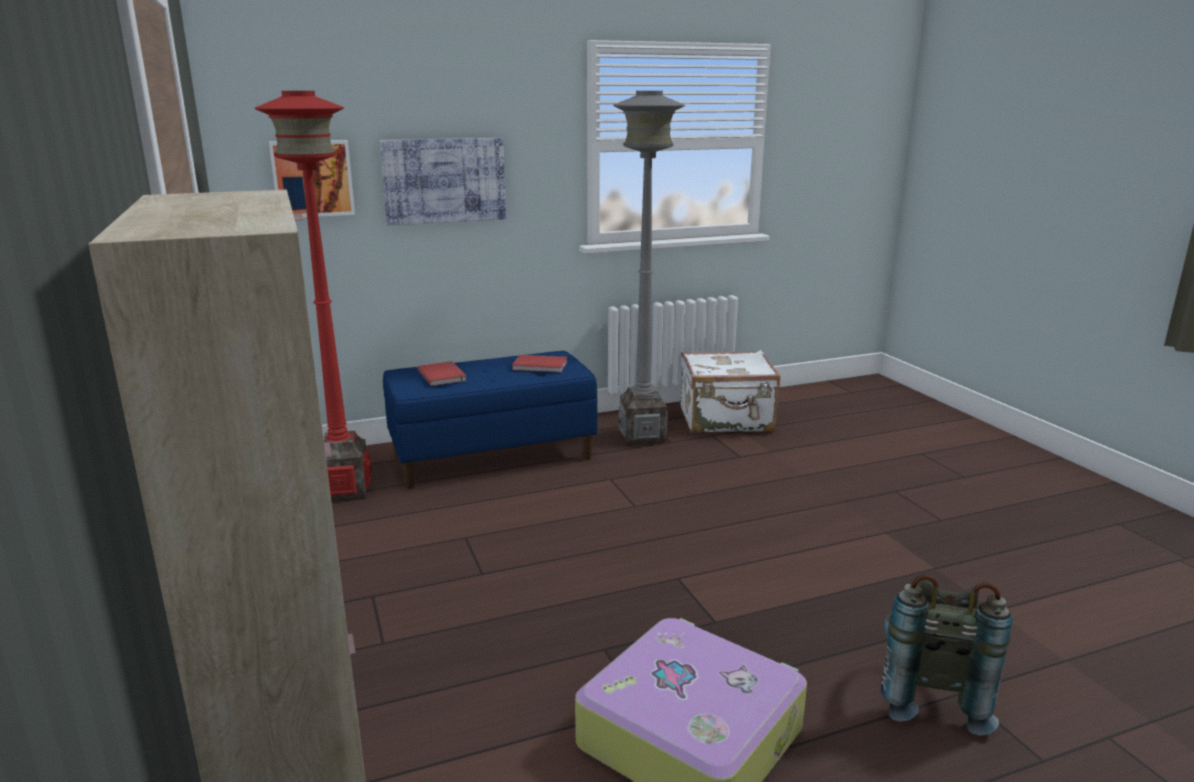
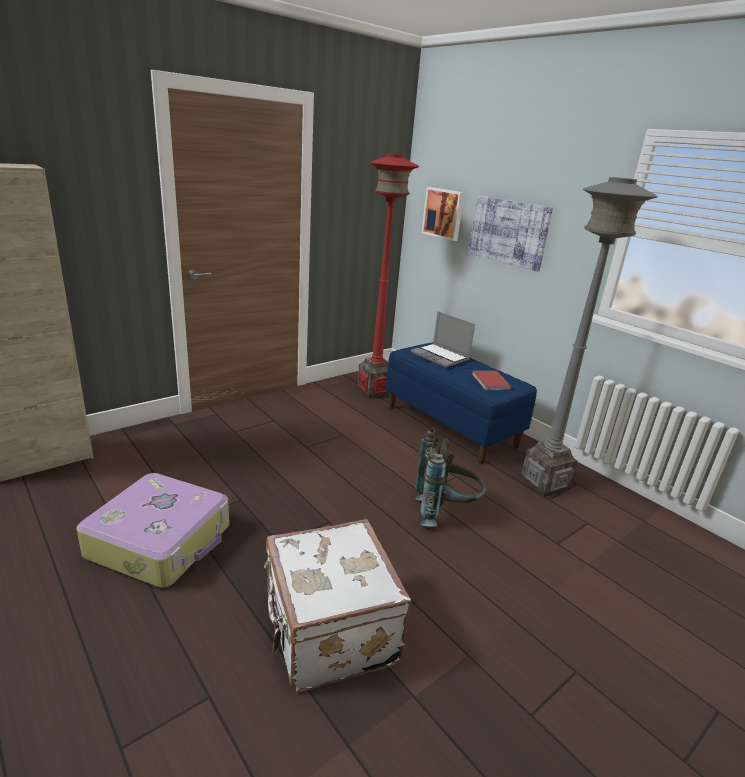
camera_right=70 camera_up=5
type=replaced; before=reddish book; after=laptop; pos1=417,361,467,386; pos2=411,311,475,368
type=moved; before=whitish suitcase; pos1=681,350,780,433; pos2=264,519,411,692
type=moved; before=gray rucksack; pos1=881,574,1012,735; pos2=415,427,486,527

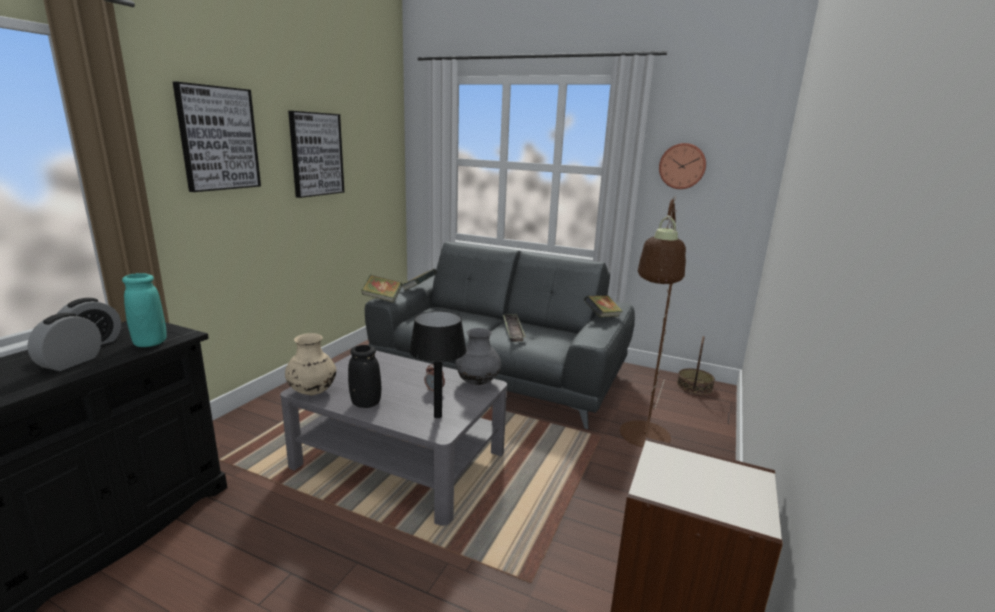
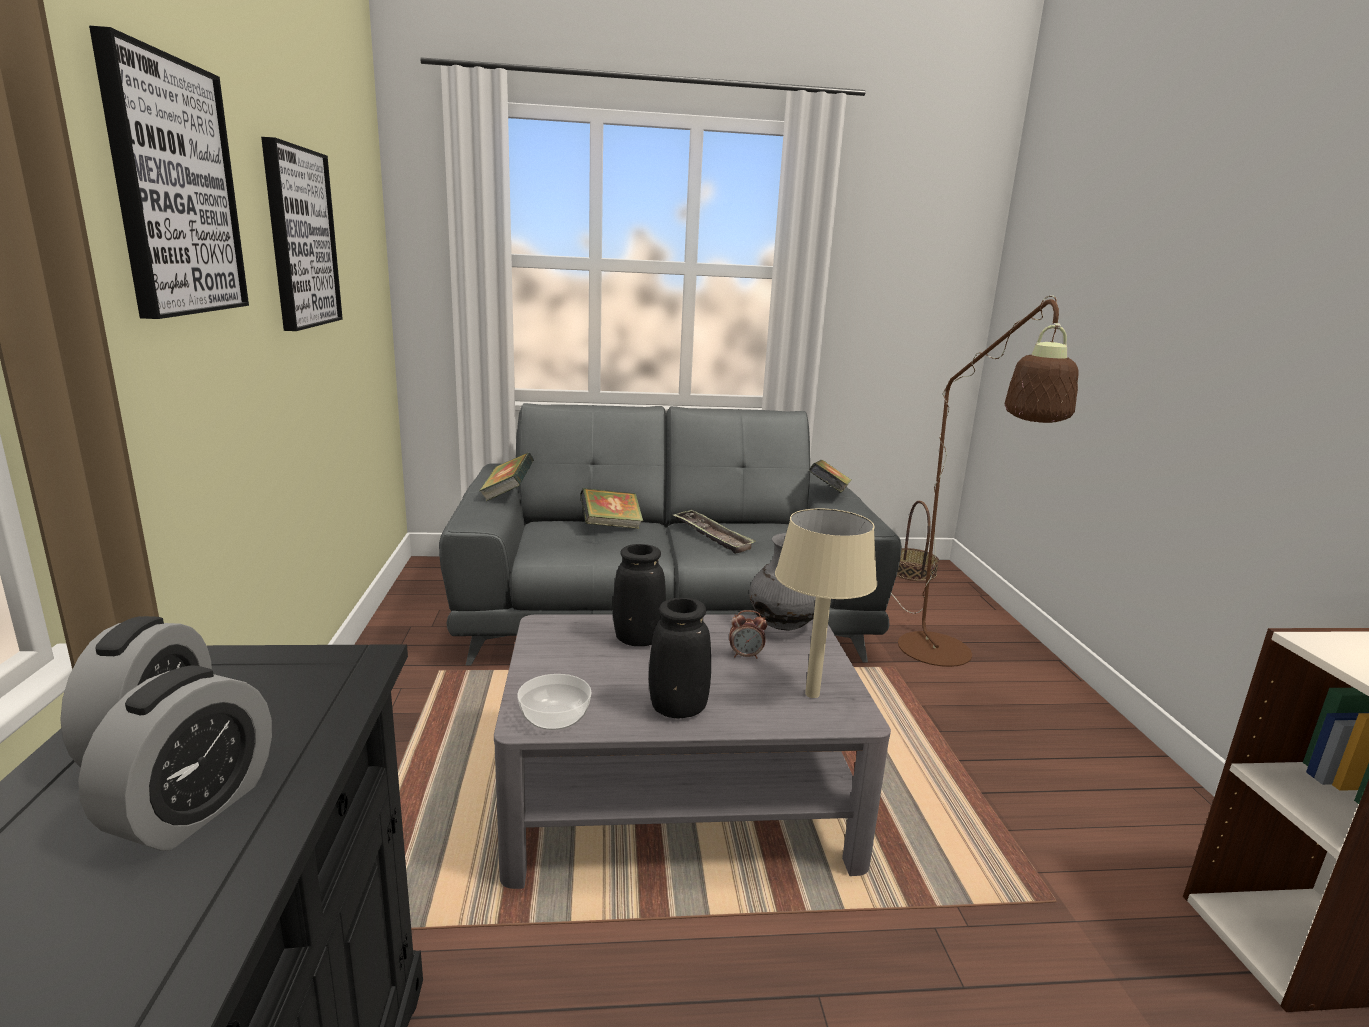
camera_right=-30 camera_up=0
type=turned; before=table clock; pos1=27,313,102,371; pos2=78,665,272,851; turn=-150
type=removed; before=turquoise vase; pos1=122,273,167,347
type=replaced; before=beige vase; after=serving bowl; pos1=285,333,336,395; pos2=517,674,592,730
type=moved; before=book; pos1=361,275,402,303; pos2=580,488,643,529
type=recoloured; before=blackish table lamp; after=beige table lamp; pos1=409,311,467,418; pos2=775,509,877,698
type=removed; before=wall clock; pos1=659,143,706,189
type=added; after=blackish vase; pos2=613,544,666,646

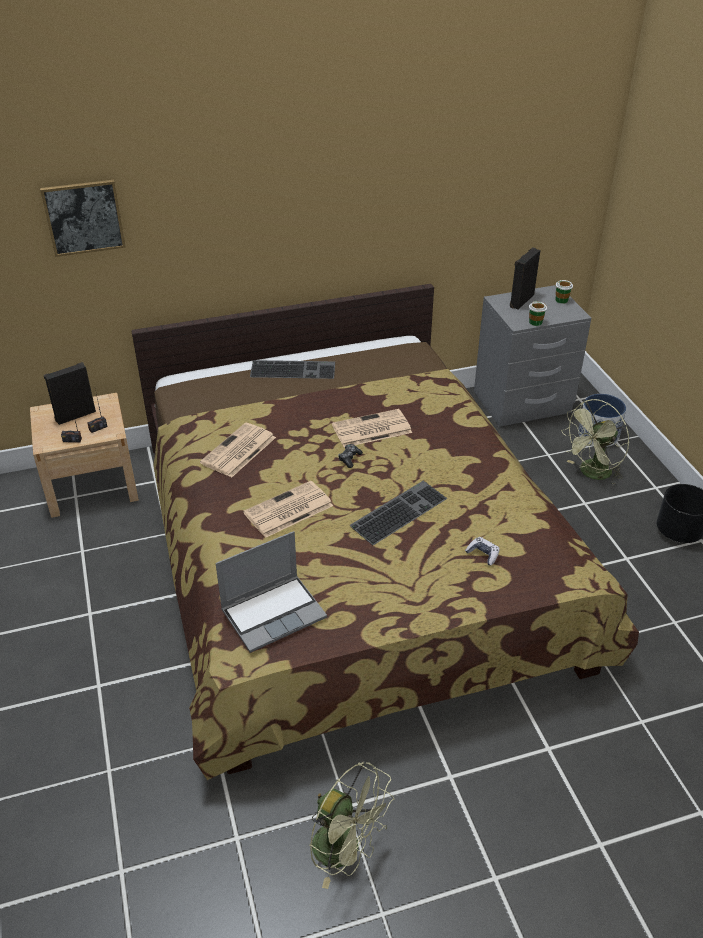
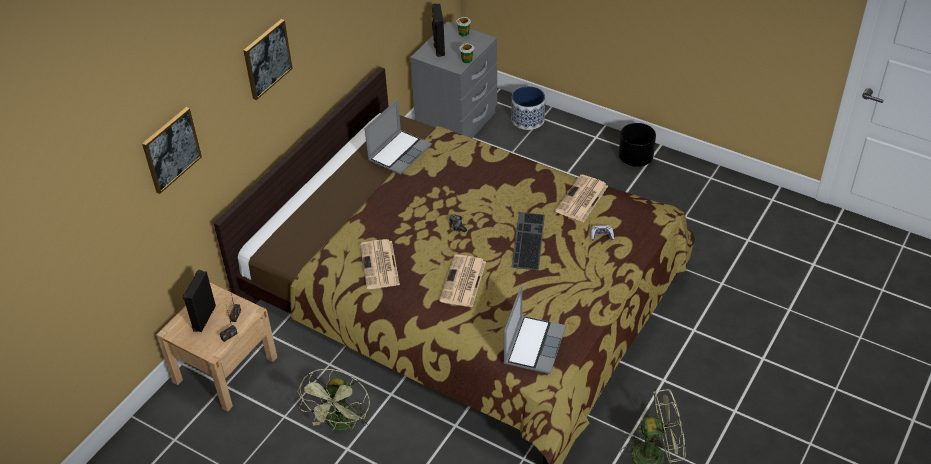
camera_right=-40 camera_up=5
type=removed; before=keyboard; pos1=250,360,335,379
type=moved; before=newspaper; pos1=332,409,412,448; pos2=555,175,608,222
type=moved; before=greenish cooling fan; pos1=561,399,629,484; pos2=297,369,370,431
type=added; after=wall picture; pos2=243,19,293,100
type=added; after=laptop; pos2=365,99,432,175

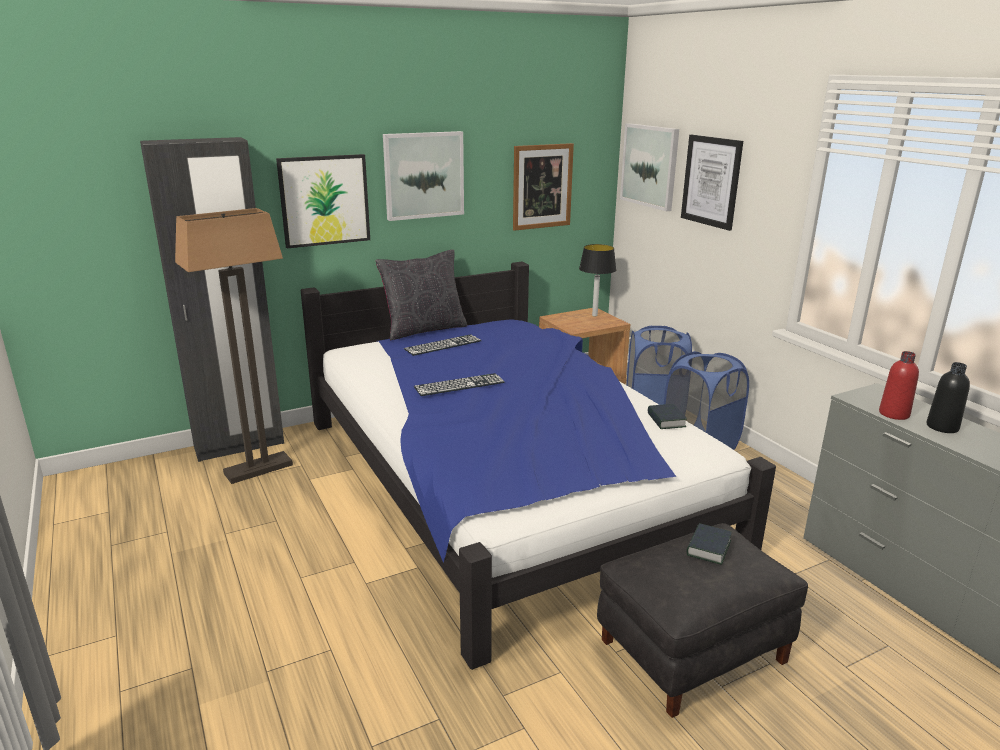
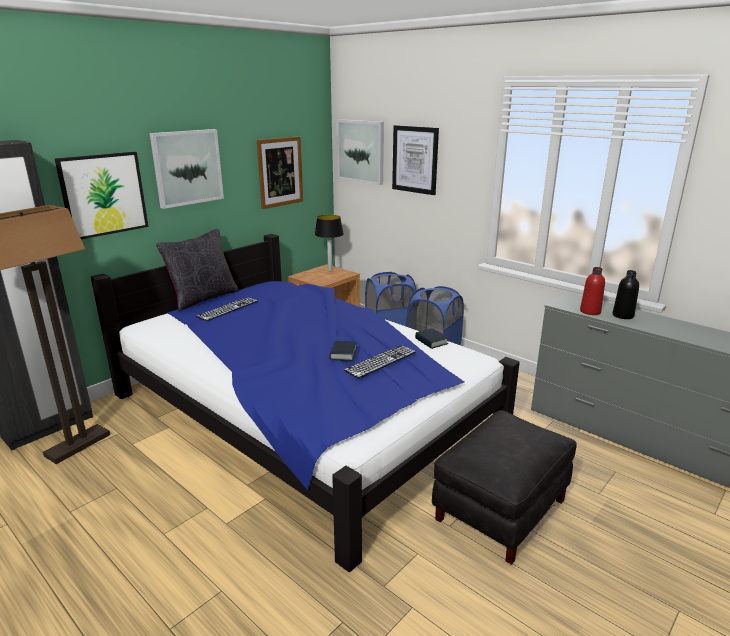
camera_right=-20 camera_up=0
type=moved; before=keyboard; pos1=414,373,505,396; pos2=344,345,416,379
type=moved; before=book; pos1=687,523,732,565; pos2=329,341,357,361

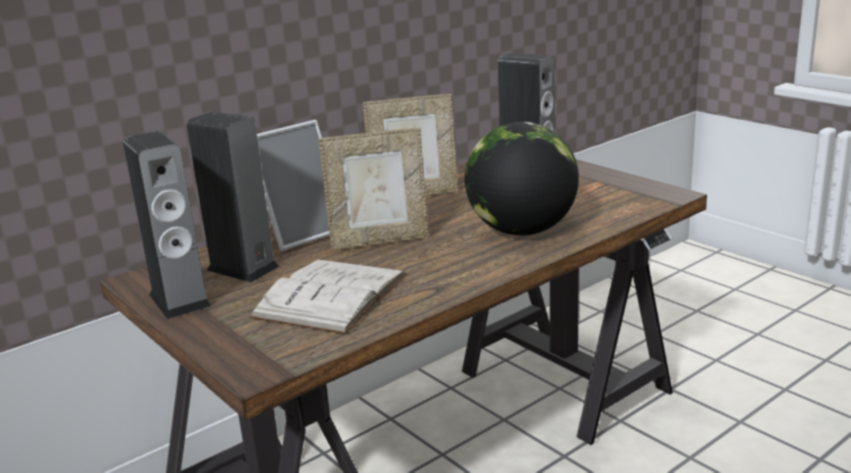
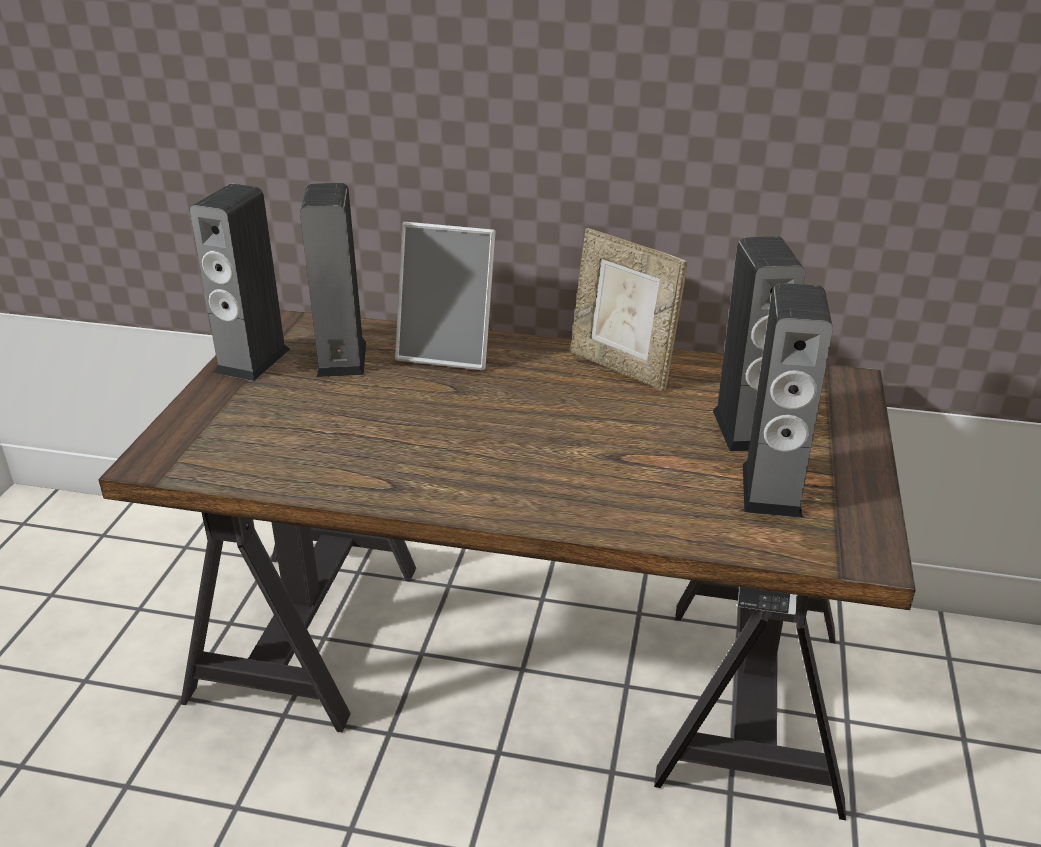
camera_right=50 camera_up=10
type=removed; before=whitish book; pos1=249,259,407,334
type=removed; before=picture frame; pos1=319,128,429,250
type=removed; before=world globe; pos1=465,122,579,236
type=added; after=speaker; pos2=743,283,833,518

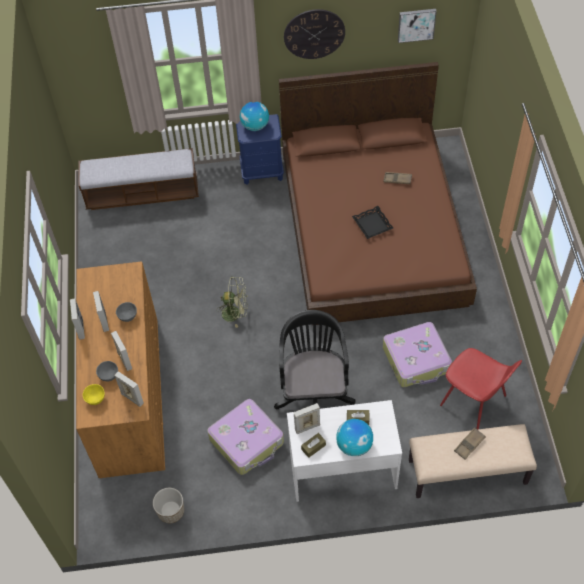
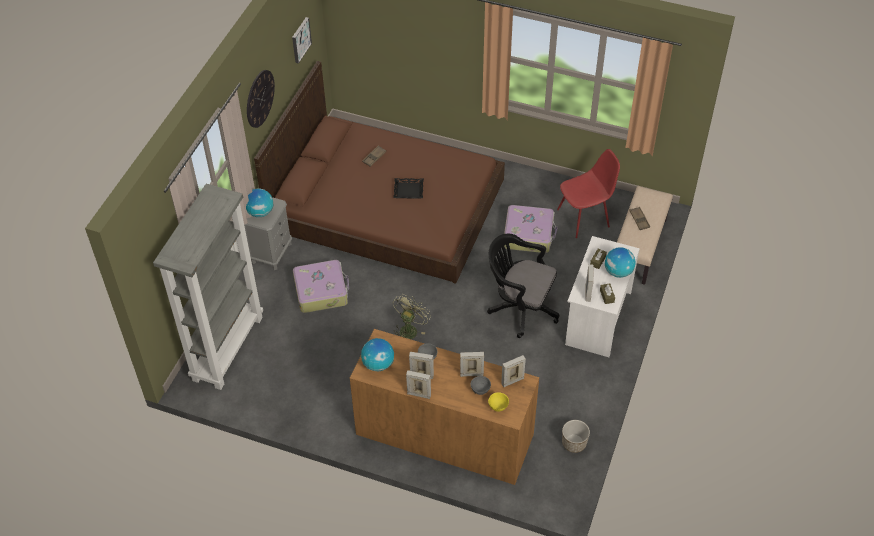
camera_right=-65 camera_up=-5
type=replaced; before=indoor bench; after=gray shelving unit; pos1=79,148,199,210; pos2=153,184,263,390
type=moved; before=suitcase; pos1=208,399,284,475; pos2=293,260,349,313
type=recoloured; before=bluish nightstand; after=gray nightstand; pos1=236,114,284,185; pos2=244,197,292,270
type=added; after=world globe; pos2=361,338,394,371

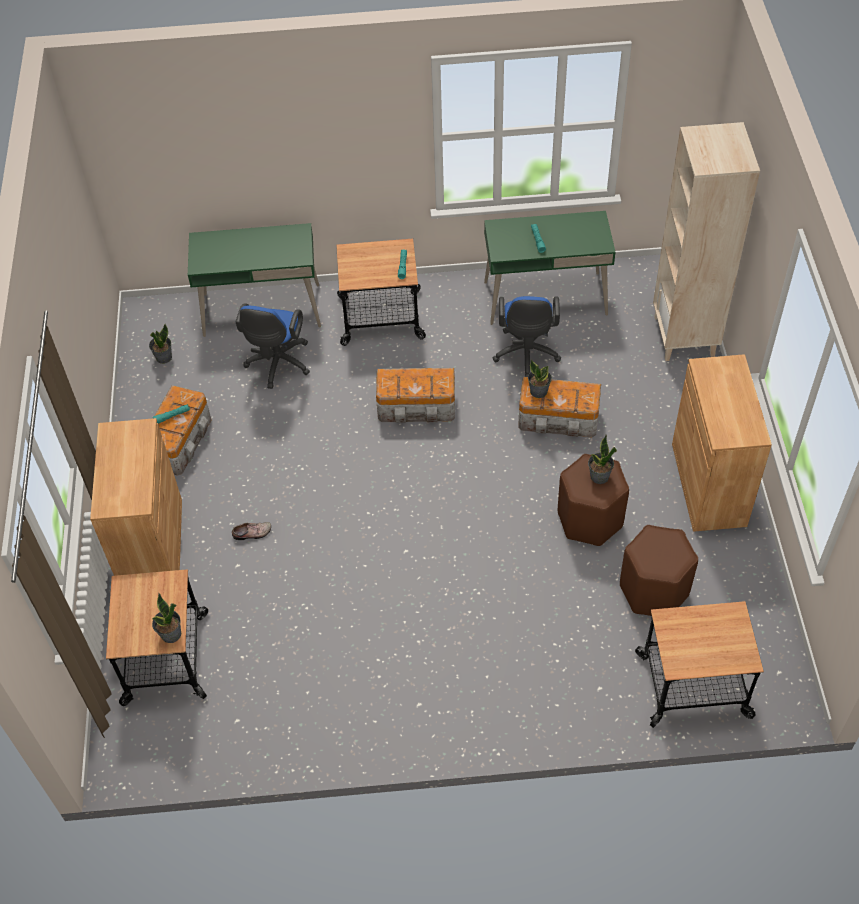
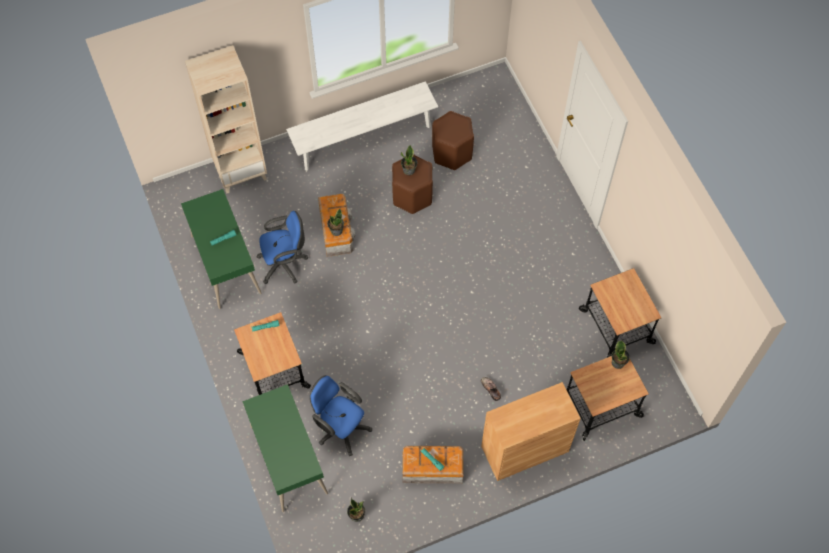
camera_right=-110 camera_up=10
type=turned; before=bluish desk chair; pos1=235,303,310,389; pos2=310,375,372,456; turn=-135
type=removed; before=storage container; pos1=376,368,455,423
type=moved; before=cart; pos1=635,601,764,728; pos2=579,268,661,357
type=replaced; before=brown cabinet; after=whitish indoor bench; pos1=672,354,772,532; pos2=286,81,438,171

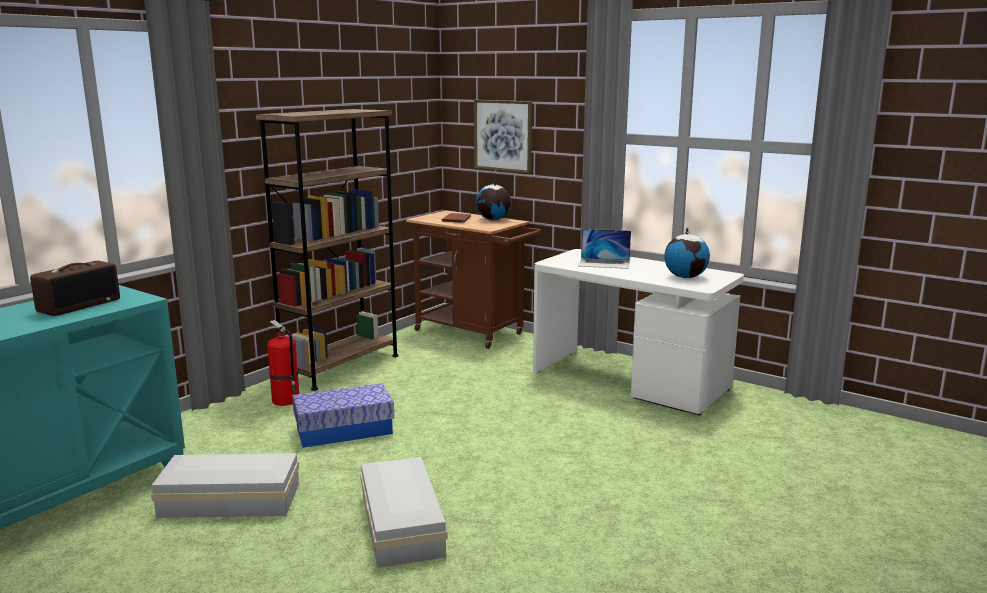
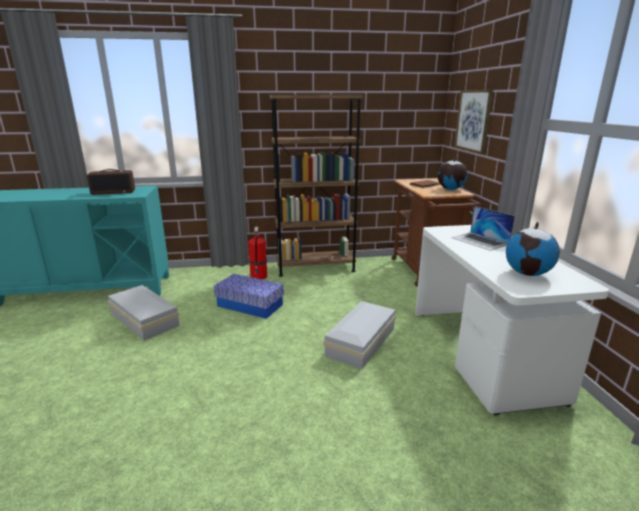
camera_right=45 camera_up=5
type=moved; before=whitish storage container; pos1=360,457,448,568; pos2=324,301,396,369

